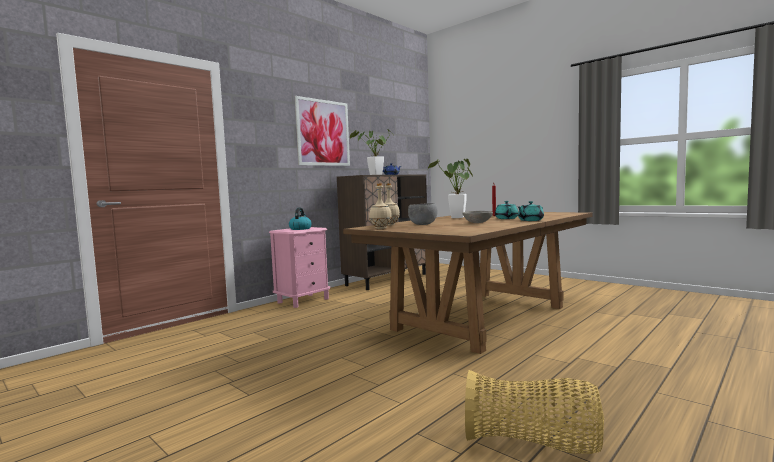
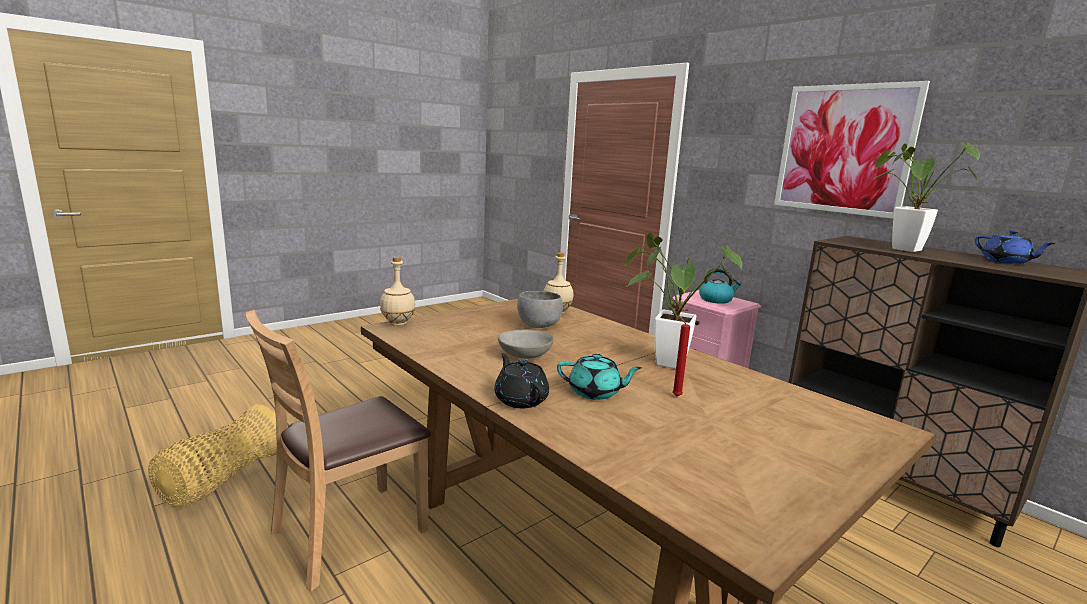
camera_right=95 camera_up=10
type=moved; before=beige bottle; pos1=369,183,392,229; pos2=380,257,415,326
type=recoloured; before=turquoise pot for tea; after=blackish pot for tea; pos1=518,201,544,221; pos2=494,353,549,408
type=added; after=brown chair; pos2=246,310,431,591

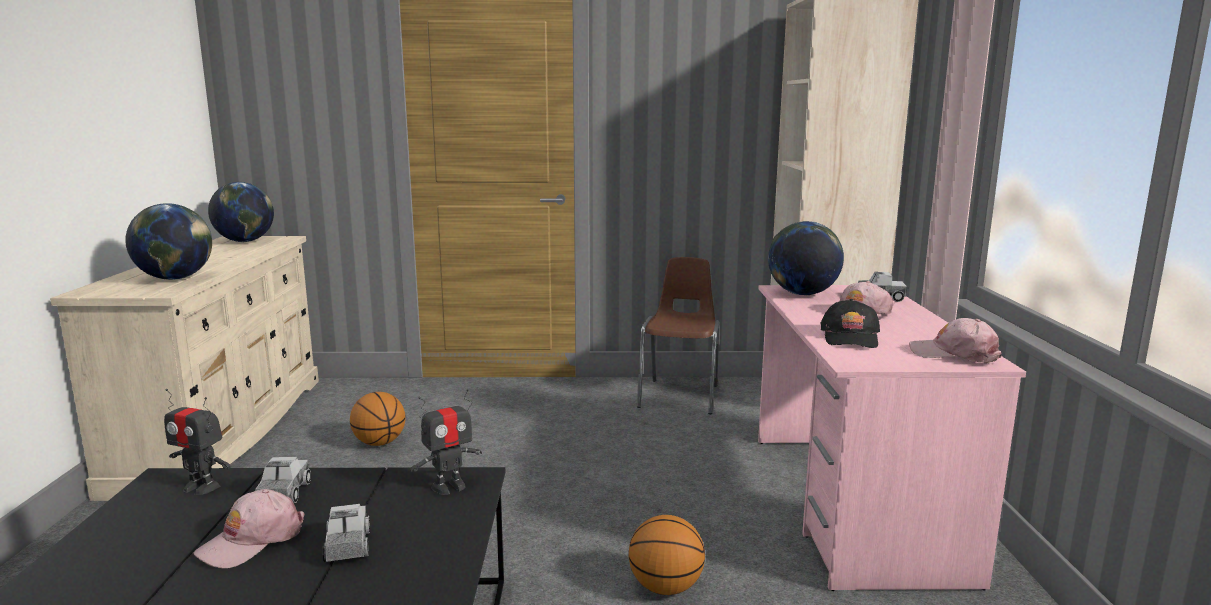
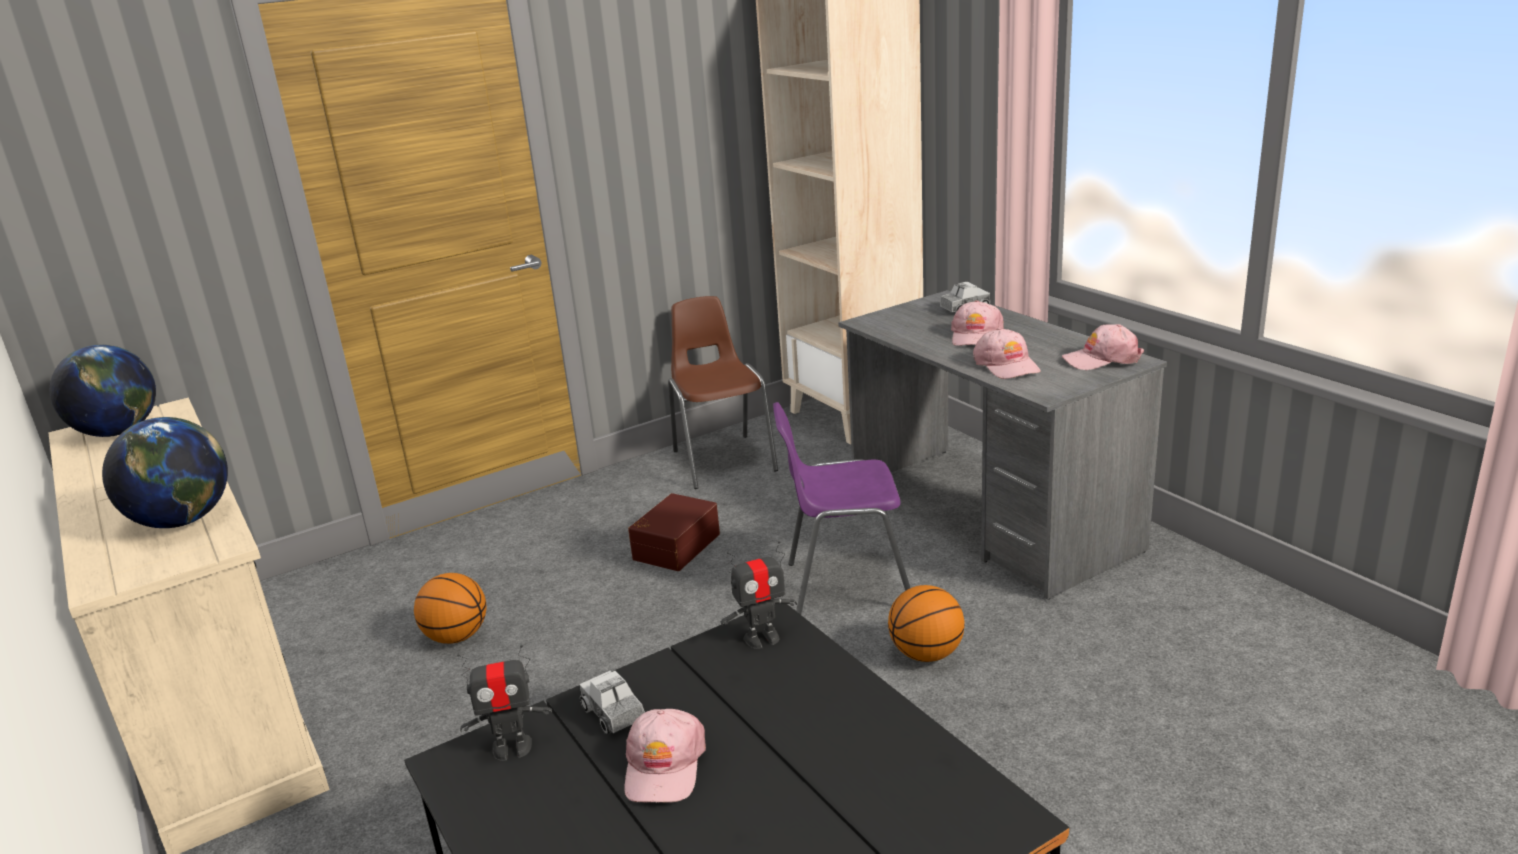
camera_right=-30 camera_up=10
type=removed; before=toy truck; pos1=323,504,370,562
type=turned; before=model robot; pos1=410,389,482,495; pos2=721,541,797,649; turn=45
type=recoloured; before=pink-coloured desk; after=gray desk; pos1=758,285,1026,591; pos2=838,290,1167,600
type=removed; before=world globe; pos1=768,221,844,295
type=recoloured; before=blackish cap; after=pink-coloured cap; pos1=820,299,880,348; pos2=973,328,1041,379
type=added; after=brown storage container; pos2=628,493,720,571
type=added; after=purplish chair; pos2=773,402,910,615

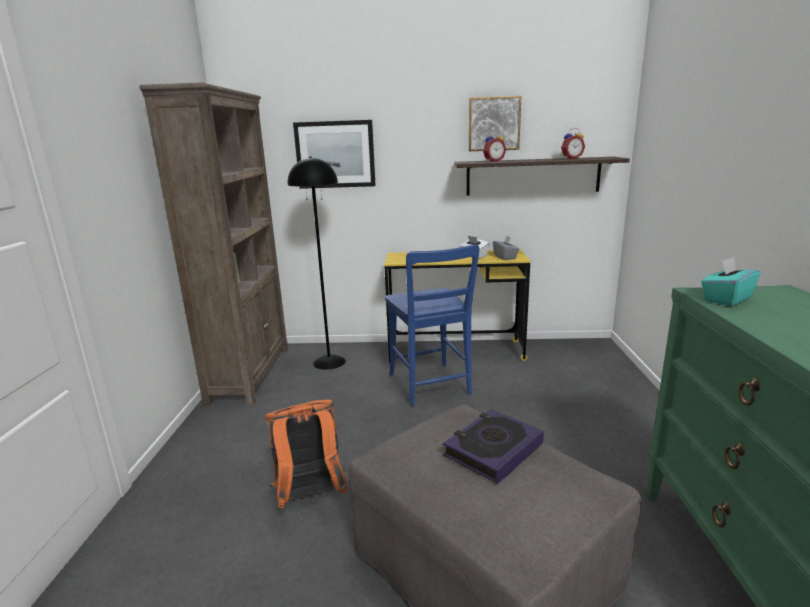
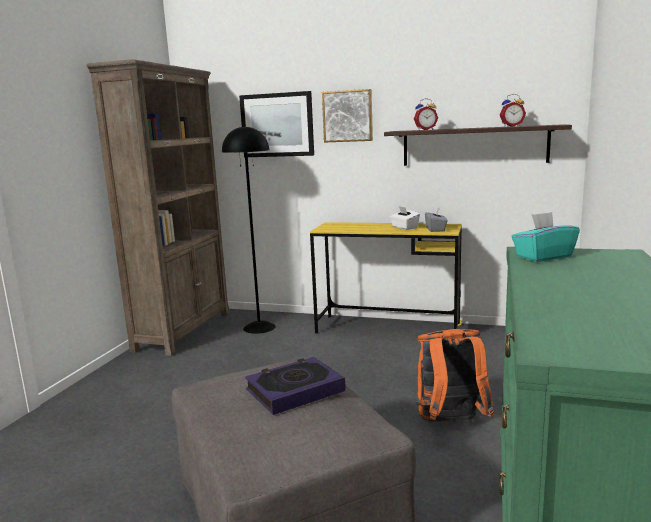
camera_right=15 camera_up=-5
type=moved; before=orangey rucksack; pos1=265,400,348,509; pos2=416,329,495,421
type=removed; before=bluish chair; pos1=385,244,480,406
type=moved; before=wall picture; pos1=469,96,521,151; pos2=322,89,373,143

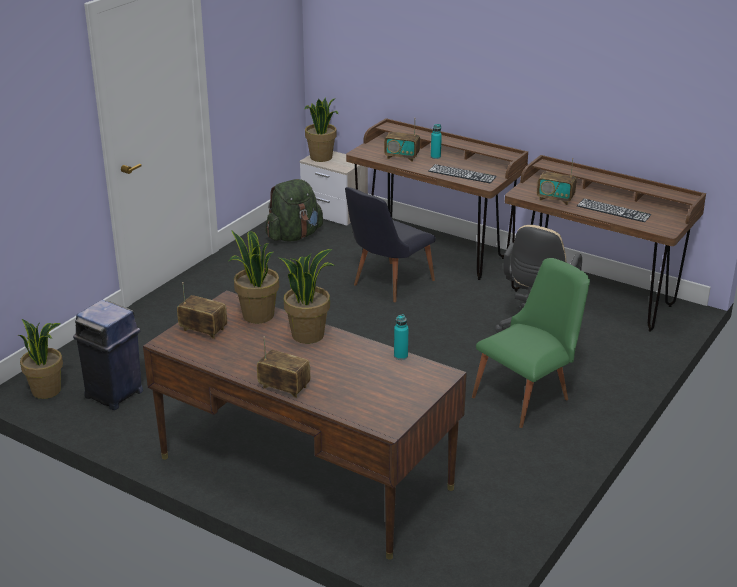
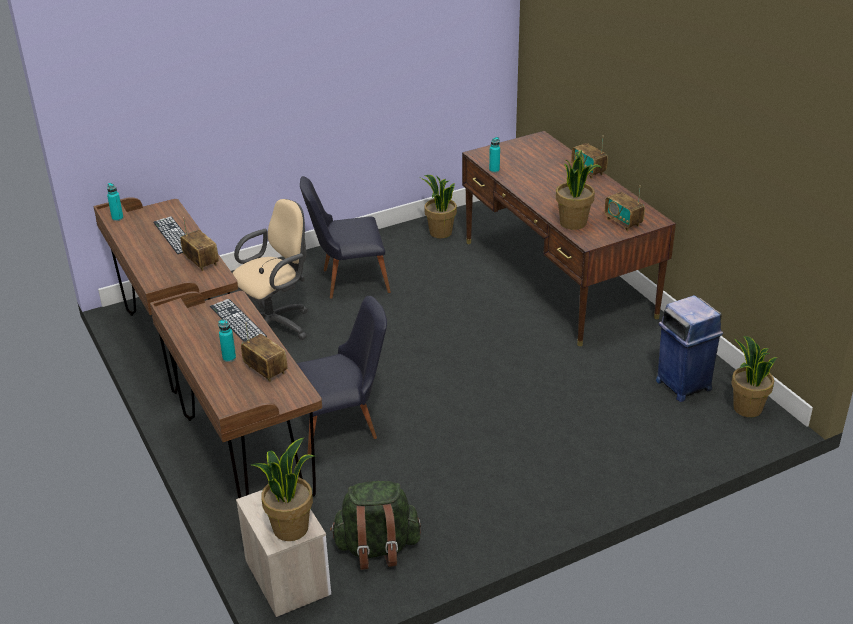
camera_right=-150 camera_up=5
type=moved; before=houseplant; pos1=278,249,335,344; pos2=420,175,457,238
type=recoloured; before=greenish chair; after=blackish chair; pos1=472,258,590,428; pos2=300,176,391,299
type=added; after=turquoise bottle; pos2=107,183,124,221

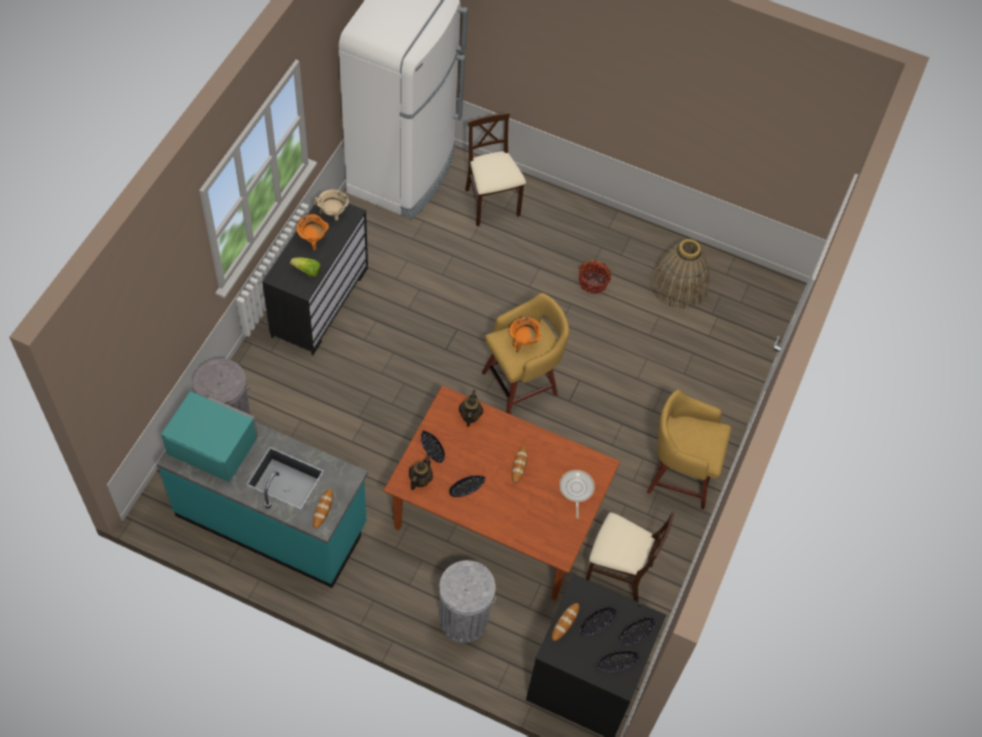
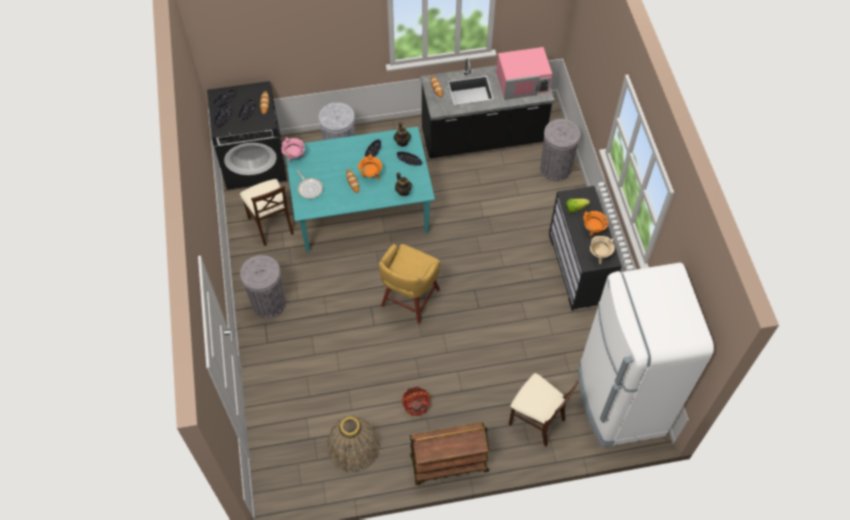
camera_right=150 camera_up=0
type=recoloured; before=turquoise kitchen counter; after=blackish kitchen counter; pos1=157,422,368,588; pos2=421,59,555,158
type=recoloured; before=turquoise microwave; after=pink-coloured microwave; pos1=161,391,258,482; pos2=496,47,552,100
type=recoloured; before=brown dining table; after=turquoise dining table; pos1=384,386,620,601; pos2=286,127,435,253
type=moved; before=orangey cooking pot; pos1=509,317,541,352; pos2=358,154,382,180
type=turned; before=beige chair; pos1=586,512,674,602; pos2=240,179,294,246; turn=-105
type=replaced; before=yellowish stool seat; after=gray rubbish bin; pos1=647,390,731,509; pos2=240,255,286,318
type=added; after=pink-coloured cooking pot; pos2=281,137,305,161
type=added; after=brown cart; pos2=410,422,489,485

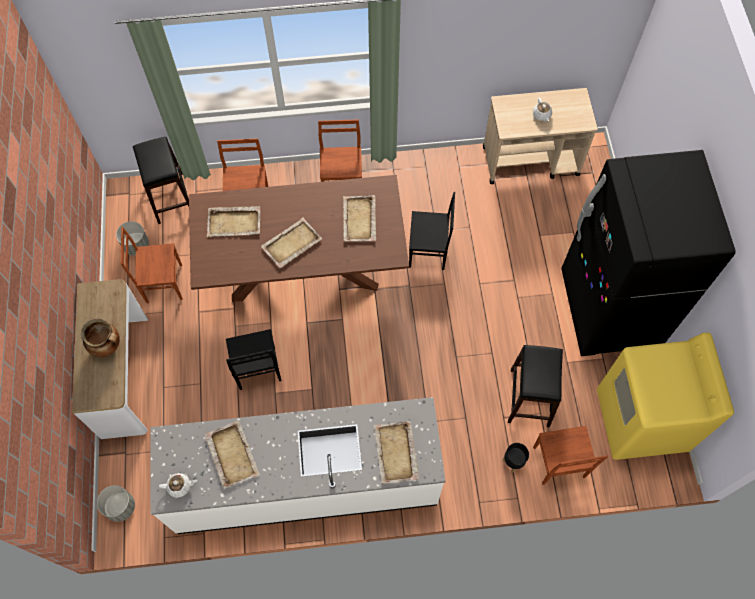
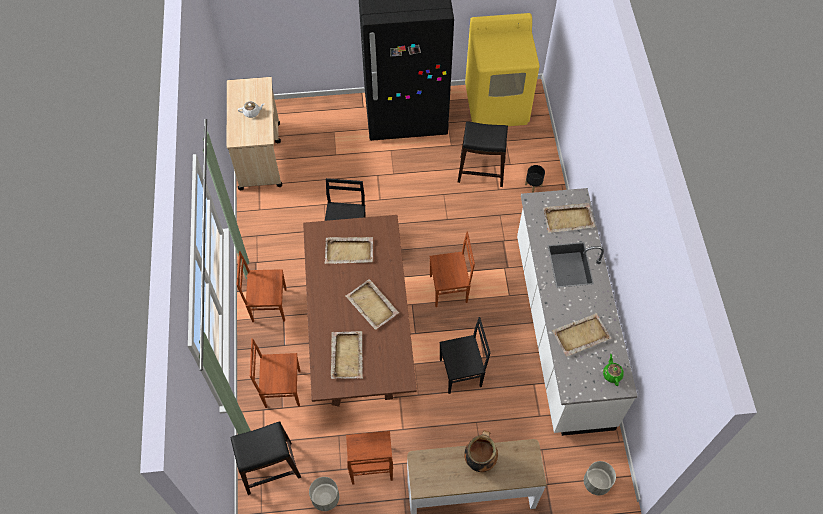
camera_right=-90 camera_up=-5
type=recoloured; before=whitish pot for tea; after=greenish pot for tea; pos1=159,473,197,498; pos2=603,354,624,386
type=moved; before=brown chair; pos1=533,426,608,485; pos2=429,231,475,307

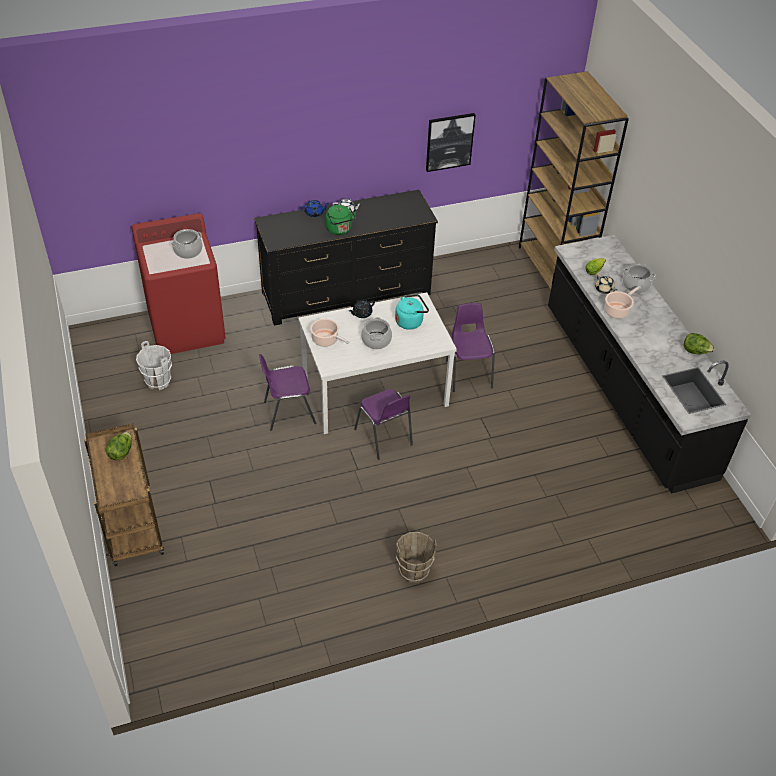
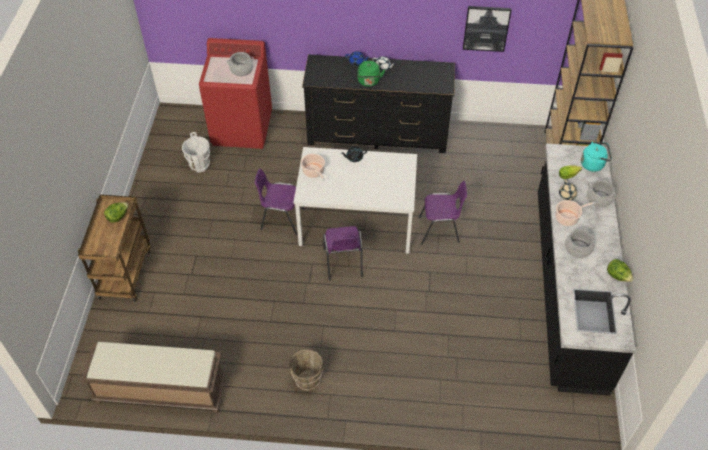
camera_right=25 camera_up=5
type=moved; before=cooking pot; pos1=361,317,392,349; pos2=565,229,594,258
type=moved; before=turquoise kettle; pos1=395,294,429,330; pos2=581,142,612,172
type=turned; before=purplish chair; pos1=446,303,495,392; pos2=419,181,467,244; turn=75
type=added; after=brown indoor bench; pos2=81,342,226,413

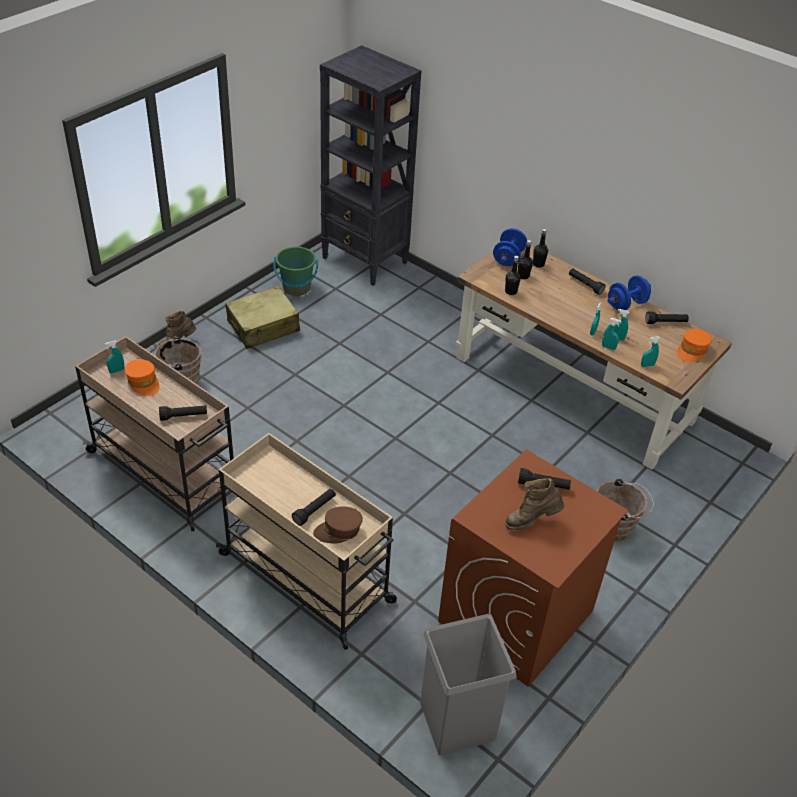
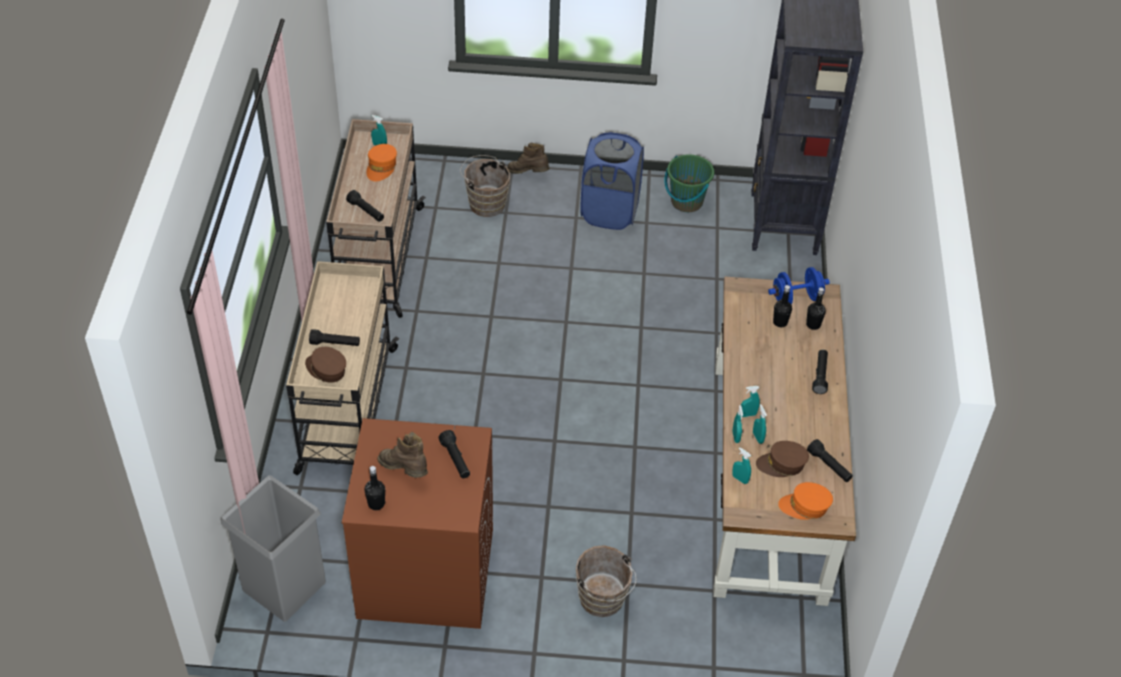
camera_right=55 camera_up=5
type=replaced; before=beige suitcase; after=bluish laundry basket; pos1=225,286,300,349; pos2=580,132,644,230
type=moved; before=blackish bottle; pos1=505,256,521,295; pos2=365,466,385,510
type=removed; before=bluish free weight; pos1=608,275,651,310
type=added; after=brown cap; pos2=756,441,809,477

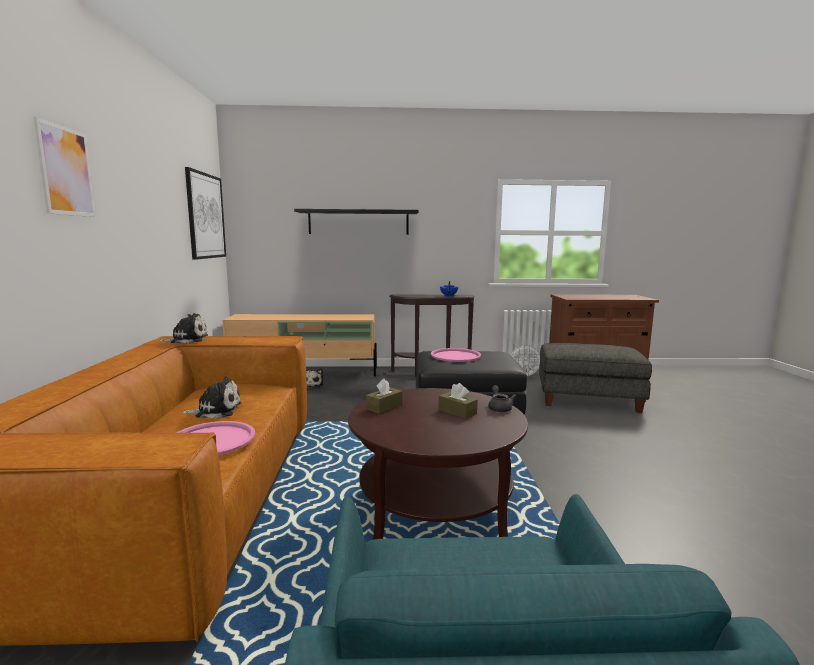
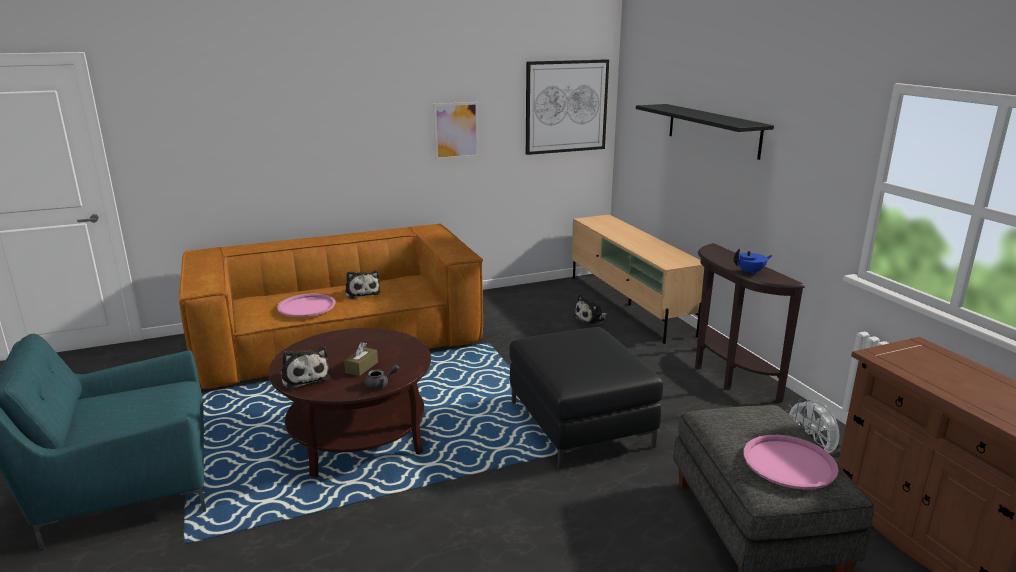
camera_right=70 camera_up=10
type=moved; before=wall picture; pos1=34,117,96,217; pos2=433,102,479,160
type=moved; before=soft toy; pos1=158,313,208,344; pos2=280,346,330,389
type=removed; before=brown tissue holder; pos1=366,379,402,414
type=moved; before=pink-coloured tray; pos1=431,348,481,362; pos2=744,435,839,490

